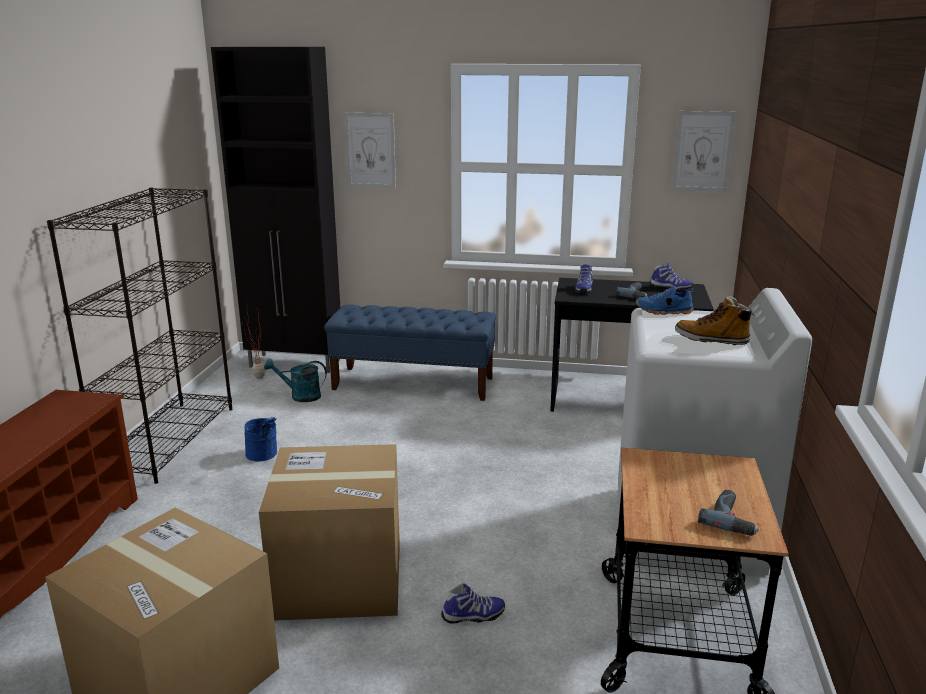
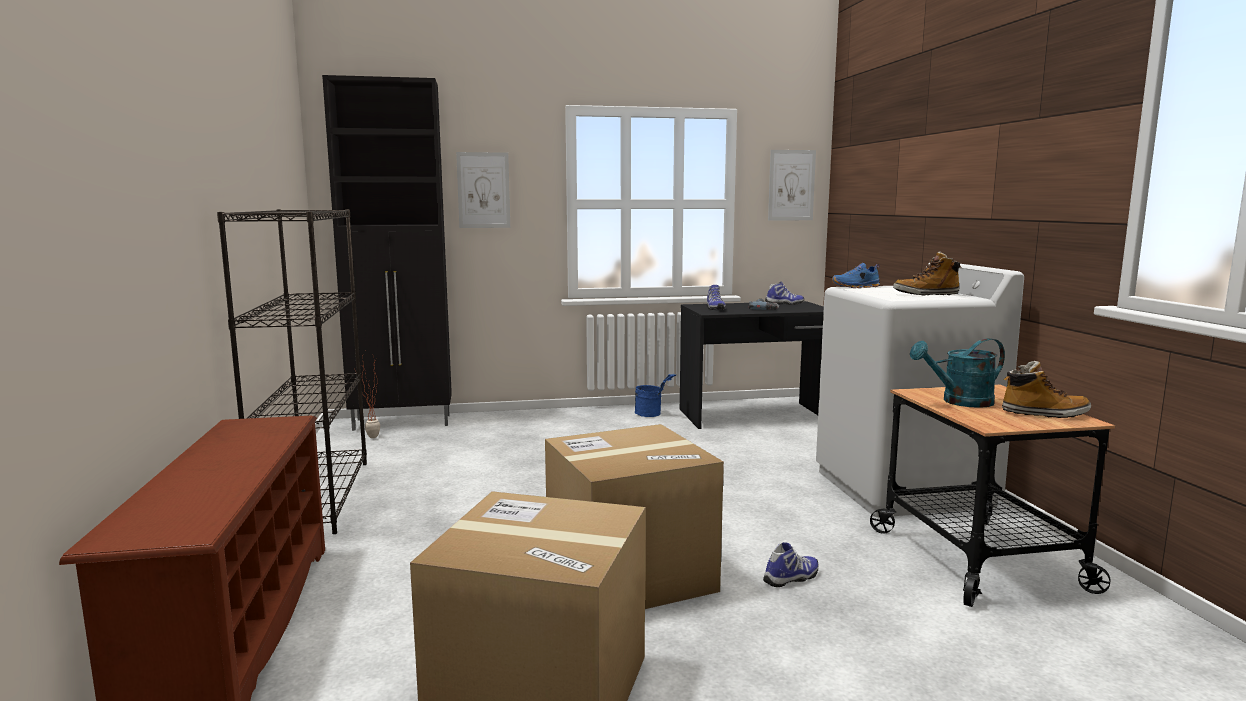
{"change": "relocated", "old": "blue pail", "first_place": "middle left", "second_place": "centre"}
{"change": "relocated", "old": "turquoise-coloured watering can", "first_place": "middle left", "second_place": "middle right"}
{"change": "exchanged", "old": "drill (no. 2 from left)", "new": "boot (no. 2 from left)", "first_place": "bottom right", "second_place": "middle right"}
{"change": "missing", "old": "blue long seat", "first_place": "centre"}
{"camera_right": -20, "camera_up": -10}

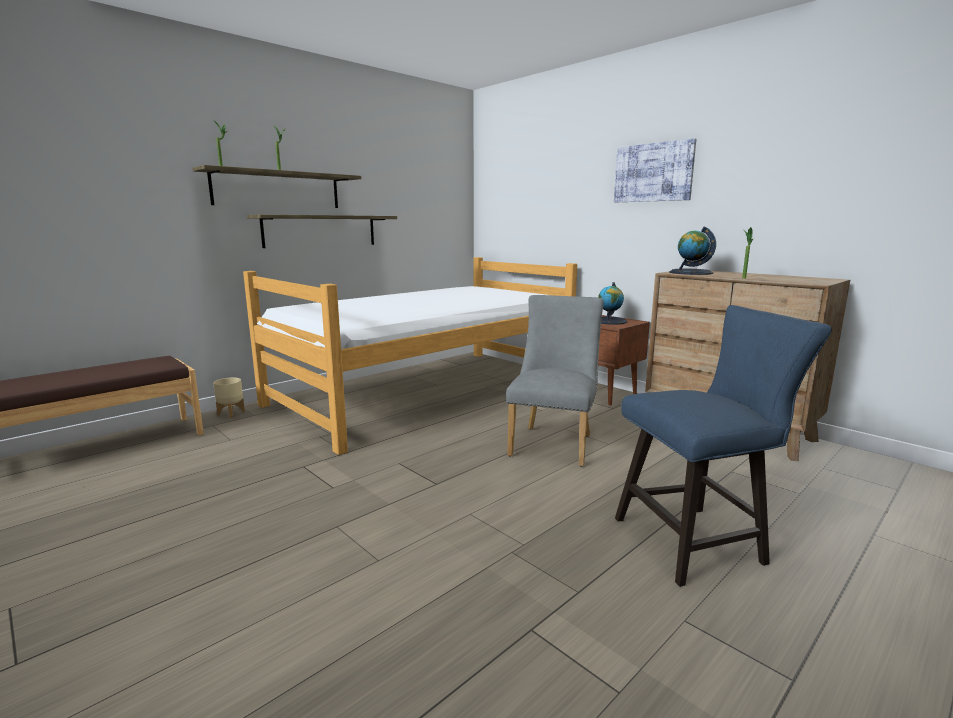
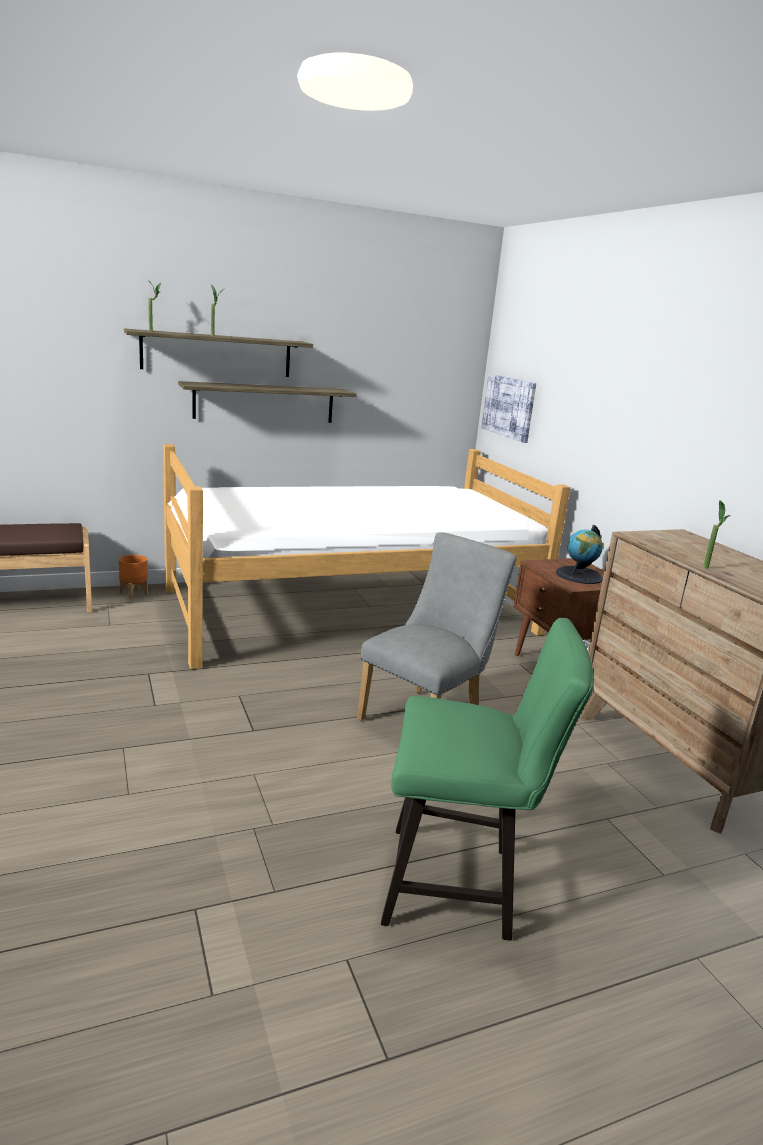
{"change": "colour", "old": "beige-coloured plant pot", "new": "orangey plant pot", "first_place": "middle left", "second_place": "middle left"}
{"change": "colour", "old": "blue plain chair", "new": "greenish plain chair", "first_place": "middle right", "second_place": "bottom centre"}
{"change": "relocated", "old": "wall picture", "first_place": "top right", "second_place": "centre"}
{"change": "missing", "old": "world globe (no. 2 from left)", "first_place": "middle right"}
{"camera_right": 20, "camera_up": 5}

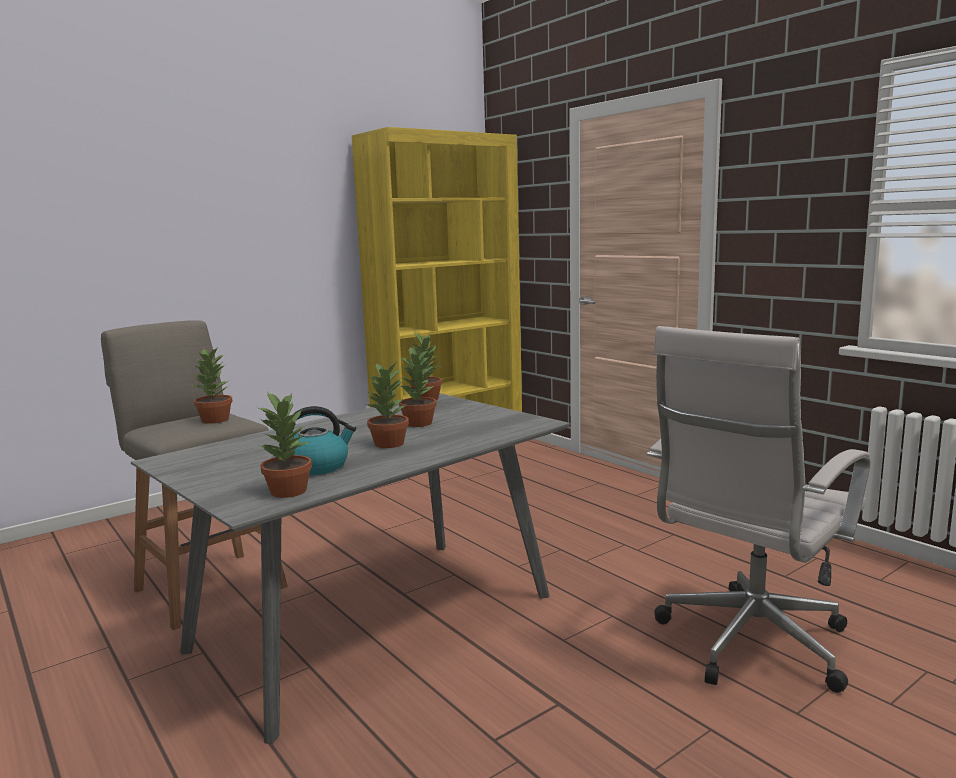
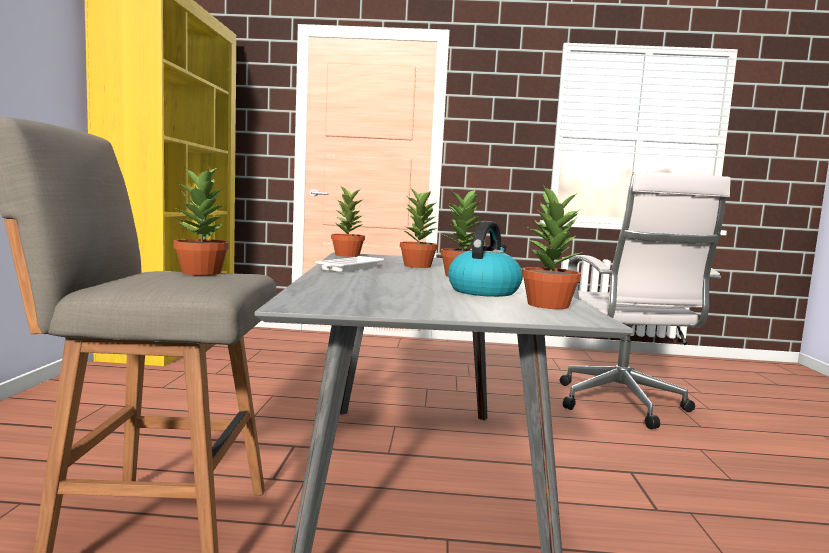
{"change": "appeared", "new": "whitish serving tray", "second_place": "centre"}
{"camera_right": -50, "camera_up": -5}

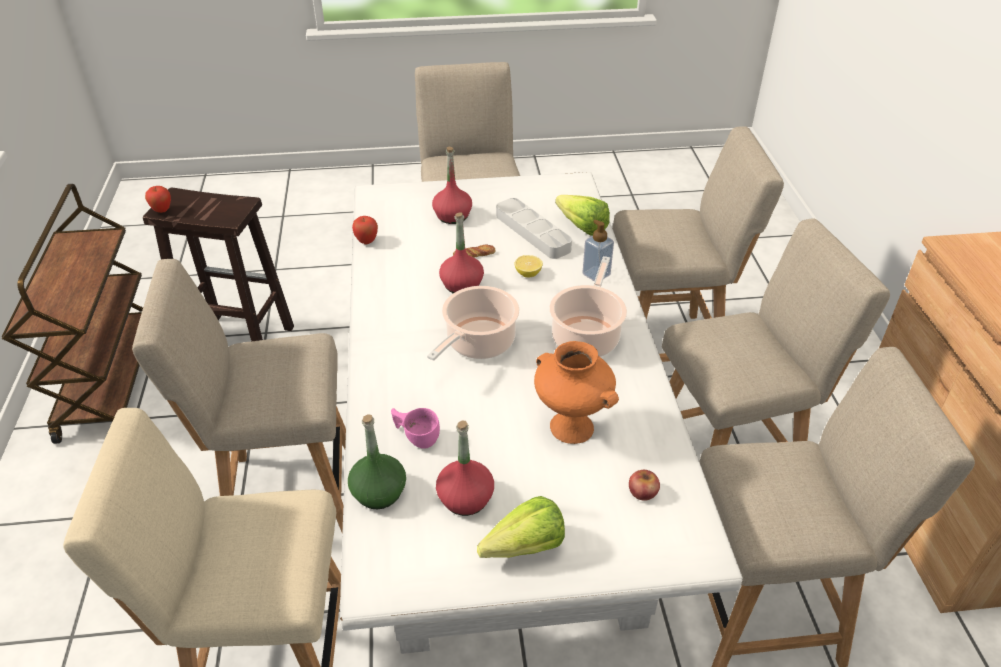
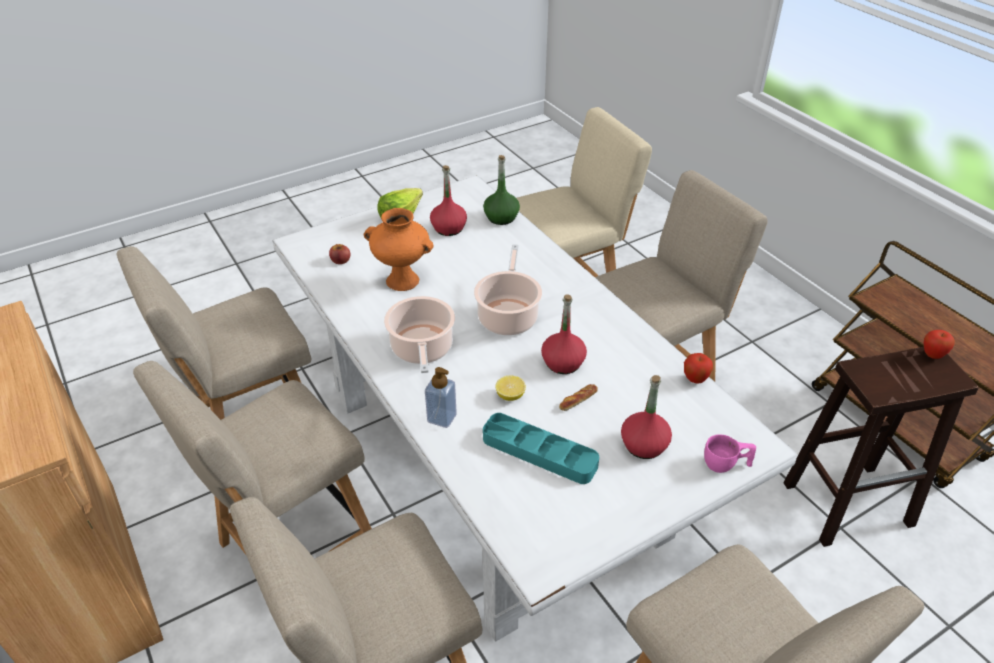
{"change": "colour", "old": "greyish serving tray", "new": "turquoise-coloured serving tray", "first_place": "centre", "second_place": "bottom centre"}
{"change": "relocated", "old": "pink cup", "first_place": "centre", "second_place": "bottom right"}
{"change": "missing", "old": "lettuce (no. 2 from left)", "first_place": "top centre"}
{"camera_right": 155, "camera_up": 0}

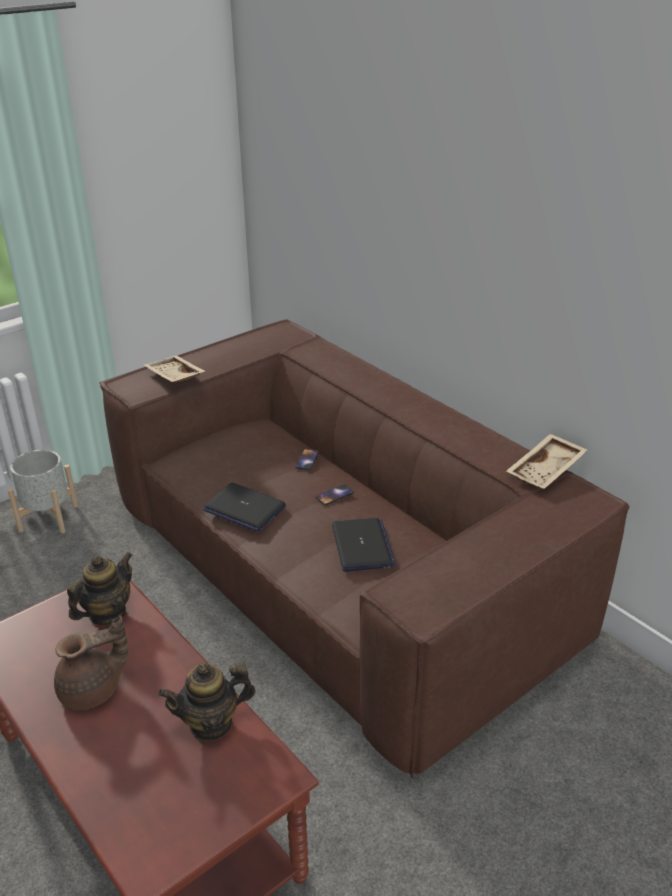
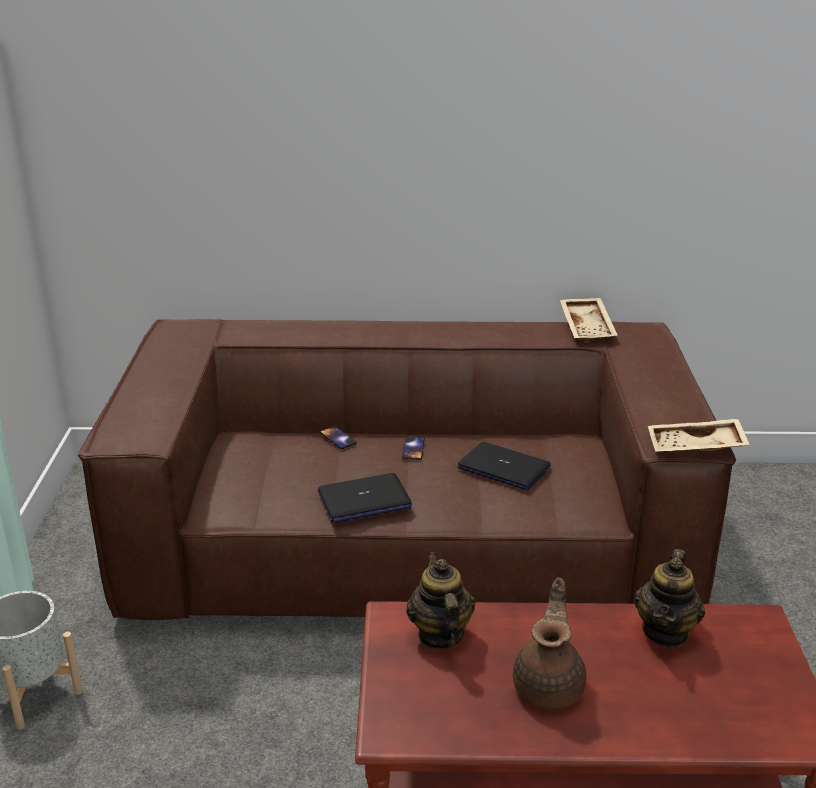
{"change": "relocated", "old": "beige-coloured serving tray (no. 1 from left in the first image)", "new": "beige-coloured serving tray (no. 2 from left)", "first_place": "middle left", "second_place": "middle right"}
{"camera_right": -50, "camera_up": -5}

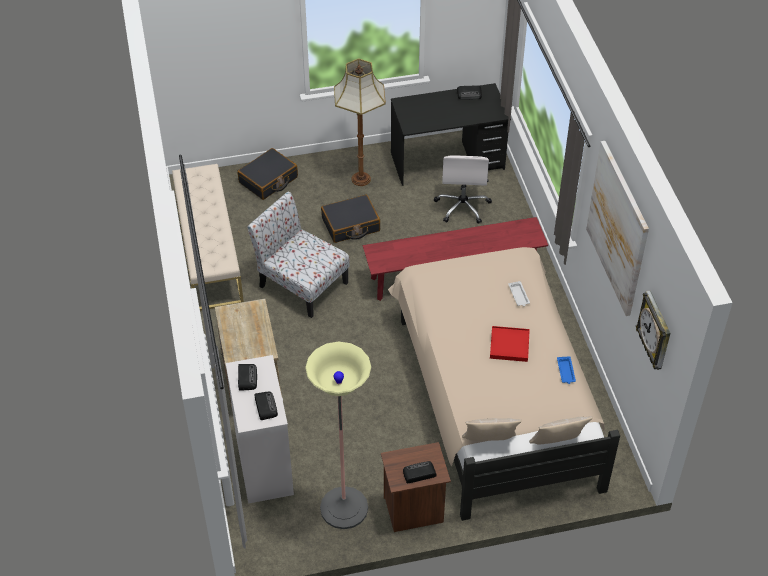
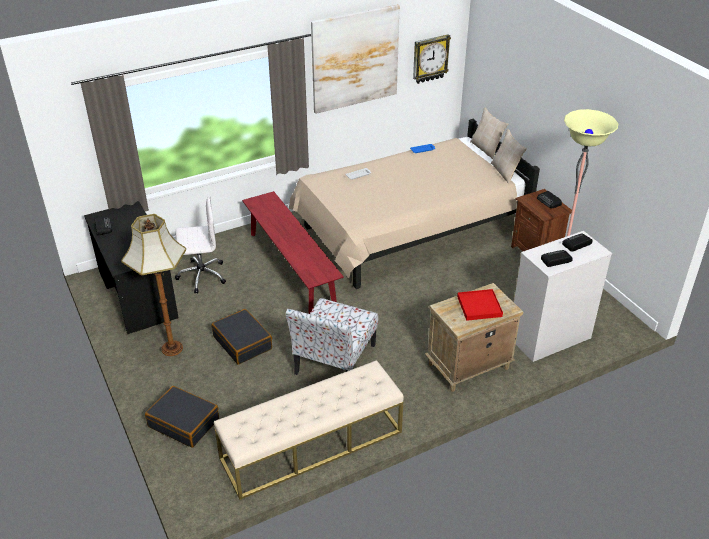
{"change": "relocated", "old": "red-coloured serving tray", "first_place": "centre", "second_place": "middle right"}
{"camera_right": -105, "camera_up": -10}

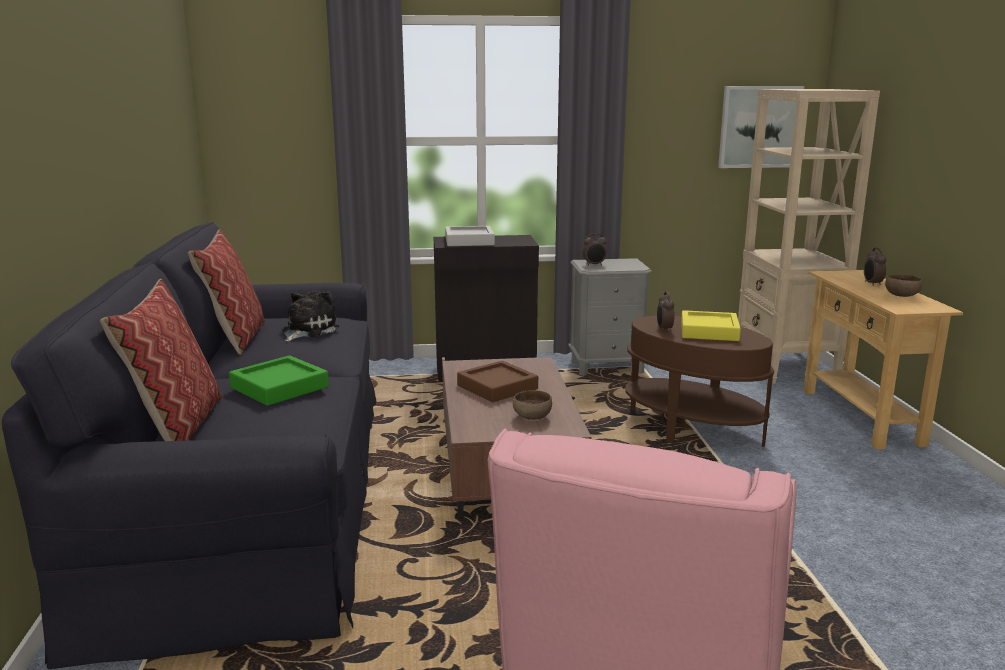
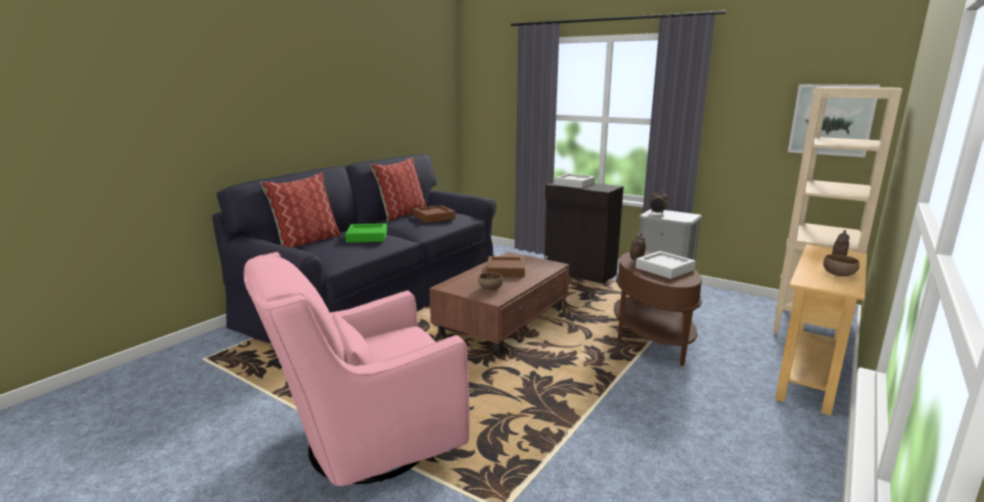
{"change": "exchanged", "old": "cuddly toy", "new": "brownish serving tray (no. 1 from left)", "first_place": "middle left", "second_place": "centre"}
{"change": "colour", "old": "yellow serving tray", "new": "greyish serving tray (no. 2 from left)", "first_place": "middle right", "second_place": "middle right"}
{"camera_right": 40, "camera_up": 0}

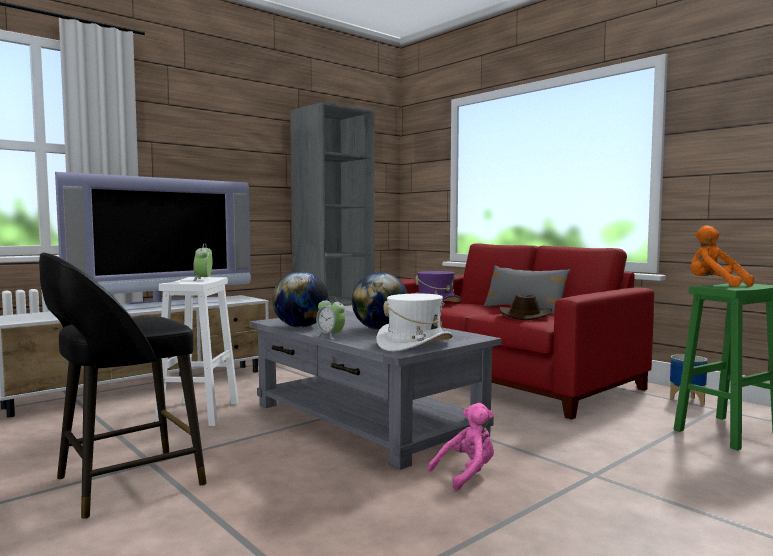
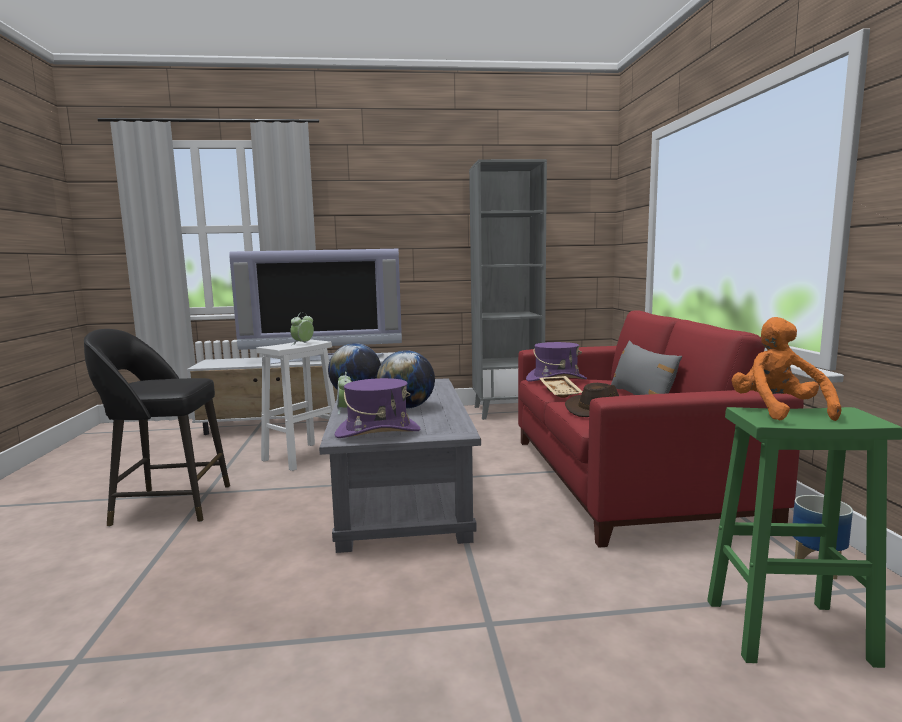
{"change": "colour", "old": "whitish clothing hat", "new": "purplish clothing hat (no. 1 from left)", "first_place": "centre", "second_place": "centre"}
{"change": "appeared", "new": "beige-coloured serving tray", "second_place": "centre"}
{"change": "missing", "old": "pink cuddly toy", "first_place": "bottom centre"}
{"camera_right": 35, "camera_up": 5}

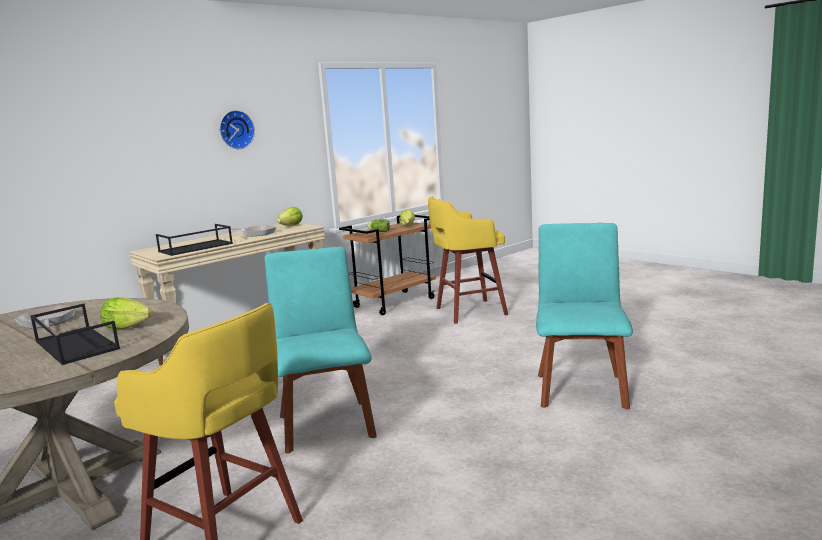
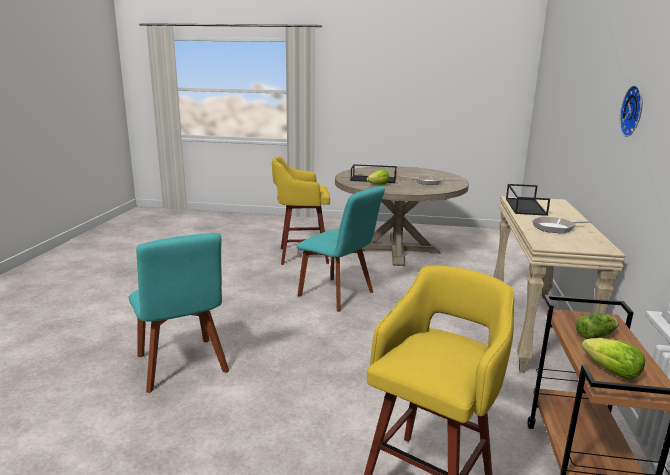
{"change": "missing", "old": "lettuce (no. 2 from left)", "first_place": "centre"}
{"camera_right": 140, "camera_up": 5}

